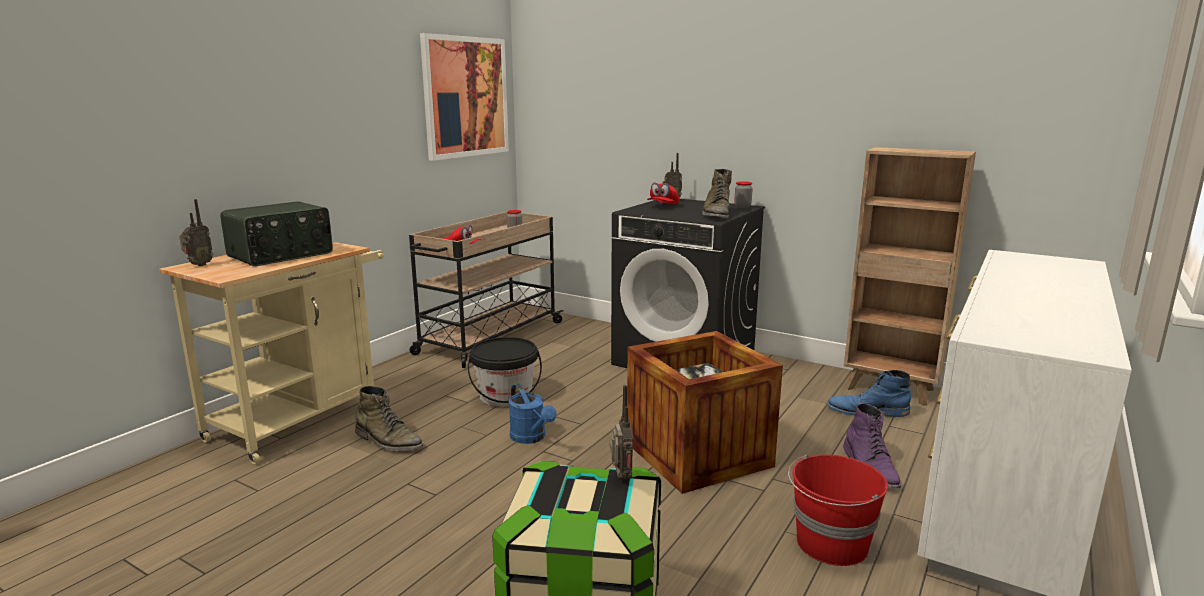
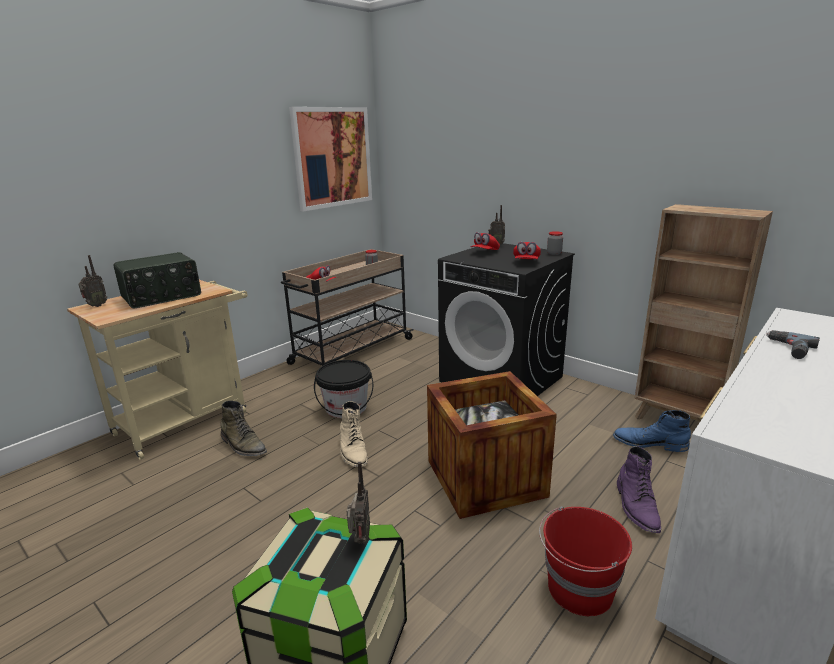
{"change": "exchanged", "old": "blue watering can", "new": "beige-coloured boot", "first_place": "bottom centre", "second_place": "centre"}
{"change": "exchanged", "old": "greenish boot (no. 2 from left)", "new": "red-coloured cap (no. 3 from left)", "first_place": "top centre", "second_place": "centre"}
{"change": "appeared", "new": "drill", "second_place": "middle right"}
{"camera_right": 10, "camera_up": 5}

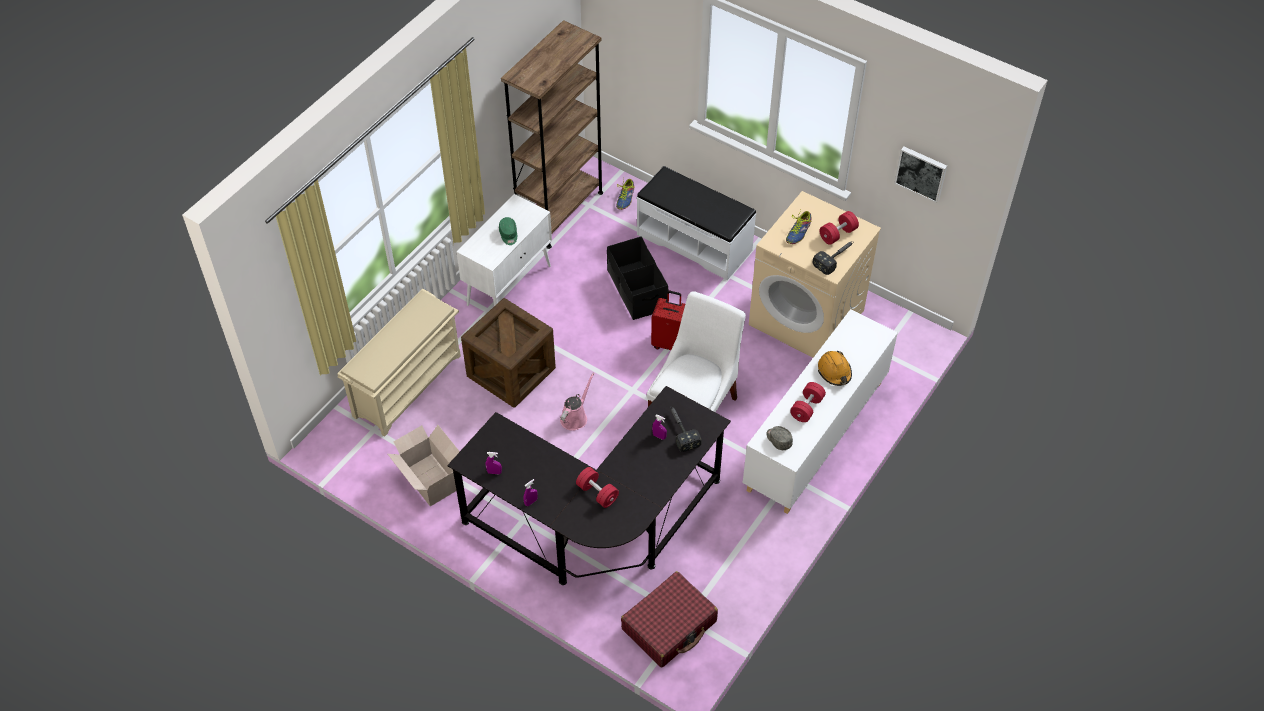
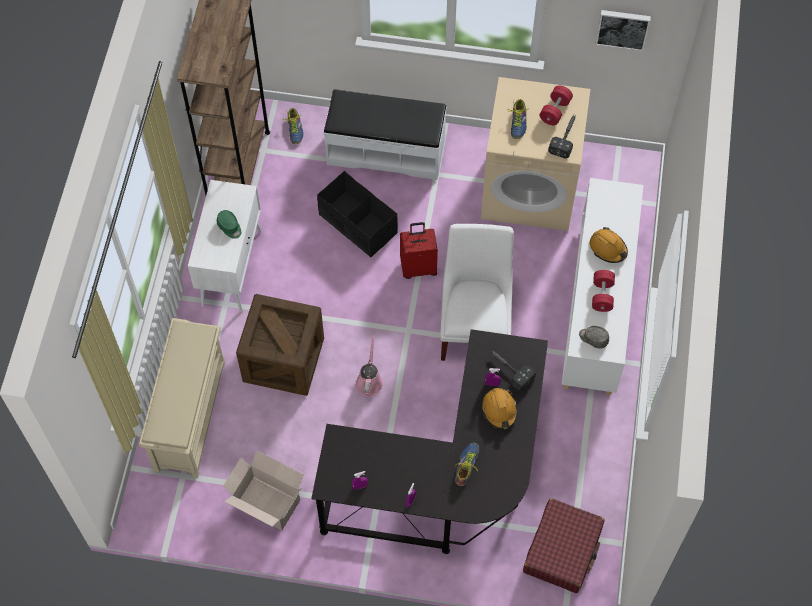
{"change": "exchanged", "old": "red-coloured free weight (no. 1 from left)", "new": "item of footwear (no. 2 from left)", "first_place": "bottom centre", "second_place": "bottom centre"}
{"change": "appeared", "new": "orangey safety helmet (no. 1 from left)", "second_place": "bottom centre"}
{"camera_right": -25, "camera_up": 10}

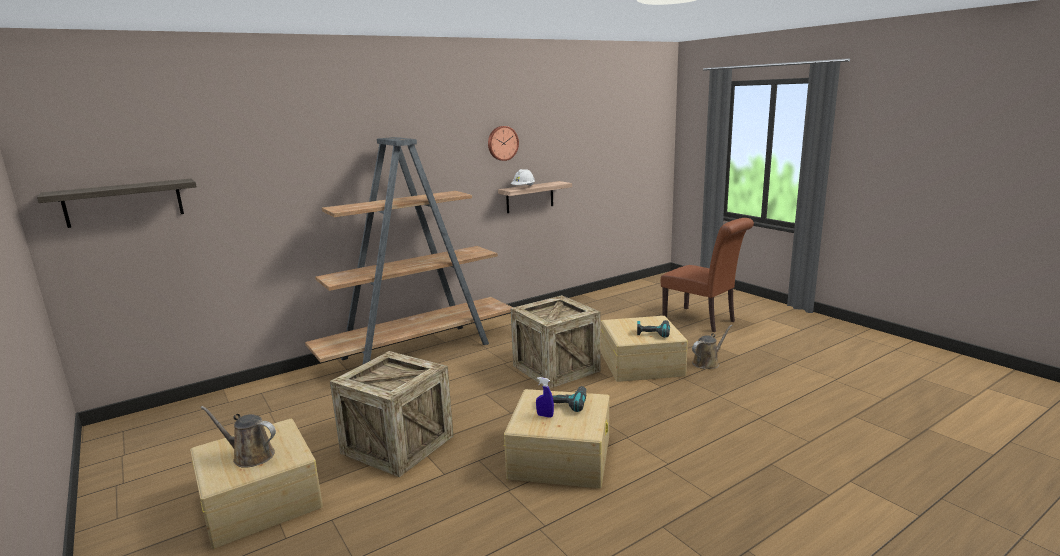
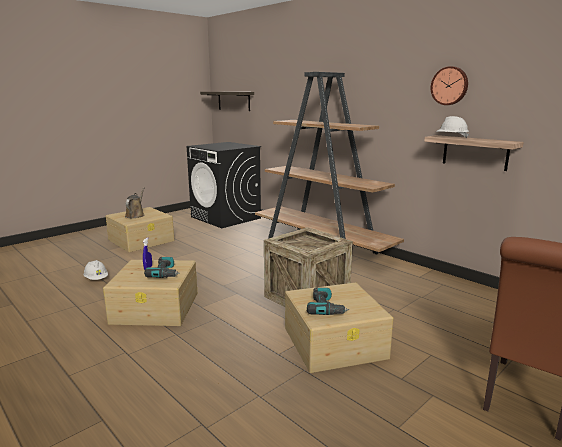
{"change": "appeared", "new": "whitish safety helmet (no. 1 from left)", "second_place": "middle left"}
{"change": "appeared", "new": "black laundry appliance", "second_place": "centre"}
{"change": "missing", "old": "shipping crate (no. 1 from left)", "first_place": "bottom centre"}
{"change": "missing", "old": "brownish watering can (no. 2 from left)", "first_place": "middle right"}
{"camera_right": 80, "camera_up": 0}

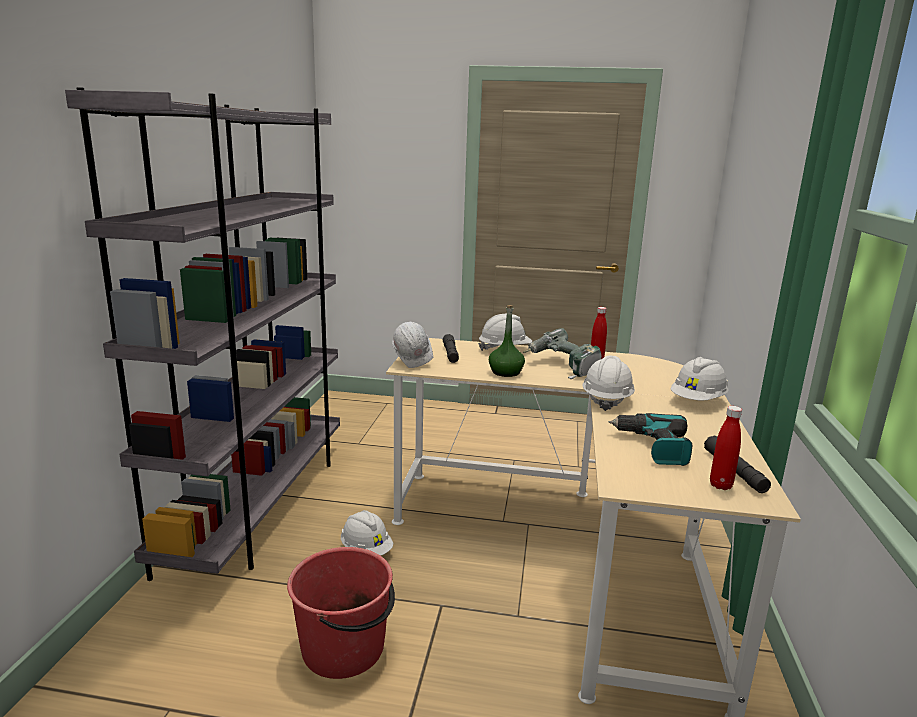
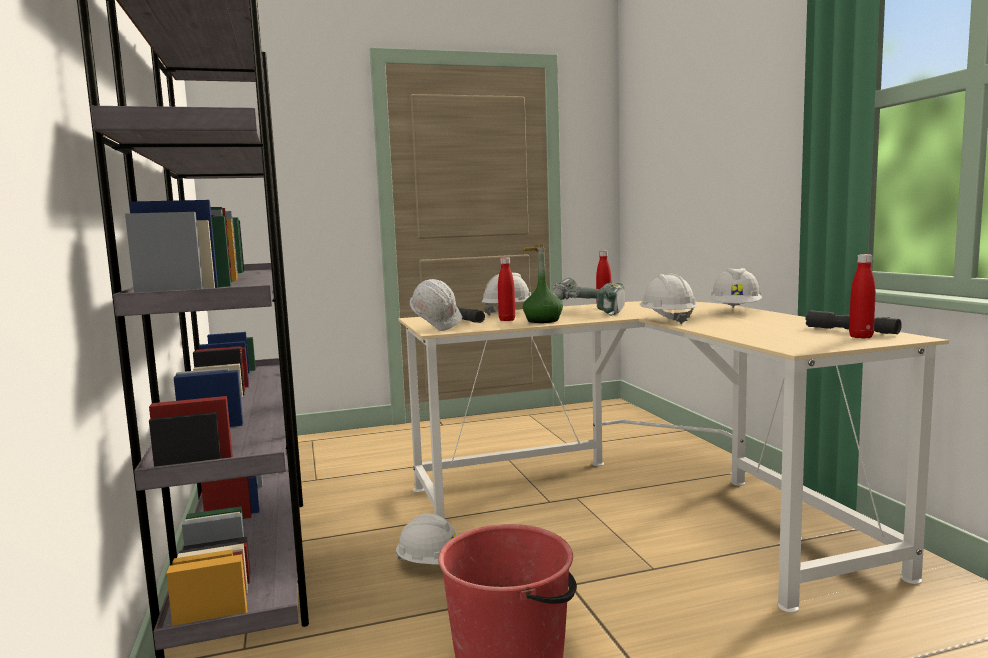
{"change": "appeared", "new": "red-coloured bottle (no. 1 from left)", "second_place": "centre"}
{"change": "missing", "old": "drill (no. 2 from left)", "first_place": "middle right"}
{"camera_right": -25, "camera_up": -10}

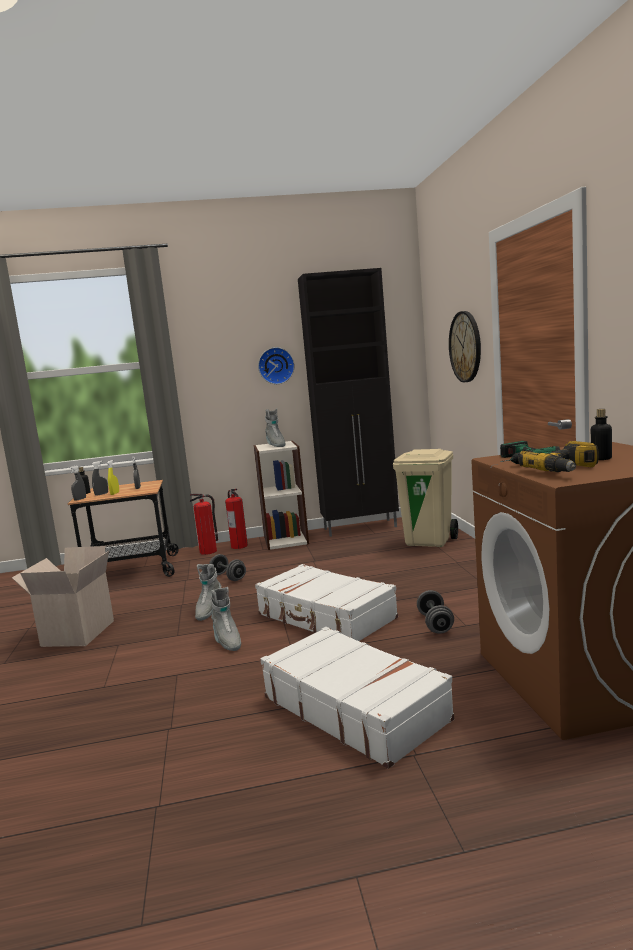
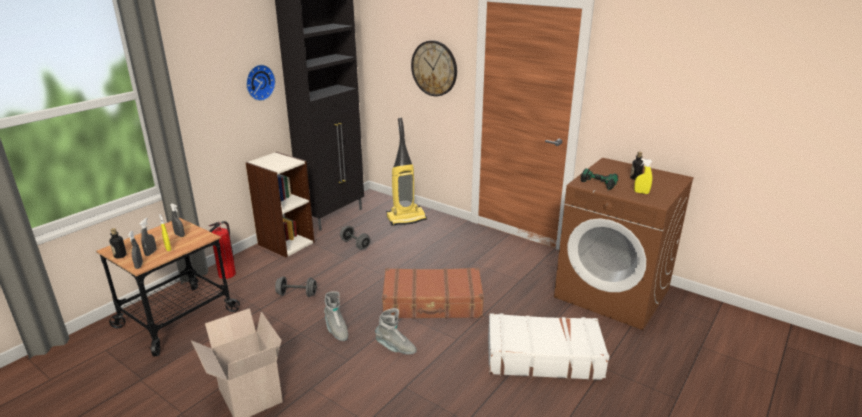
{"change": "relocated", "old": "greyish free weight (no. 2 from left)", "first_place": "middle right", "second_place": "centre"}
{"change": "colour", "old": "whitish suitcase (no. 1 from left)", "new": "brownish suitcase", "first_place": "centre", "second_place": "bottom centre"}
{"change": "exchanged", "old": "beige-coloured waste bin", "new": "vacuum", "first_place": "middle right", "second_place": "centre"}
{"change": "exchanged", "old": "drill (no. 2 from left)", "new": "yellow hand sprayer (no. 2 from left)", "first_place": "middle right", "second_place": "middle right"}
{"change": "missing", "old": "fire extinguisher (no. 2 from left)", "first_place": "centre"}
{"change": "missing", "old": "greyish boot (no. 3 from left)", "first_place": "centre"}
{"camera_right": -45, "camera_up": 15}

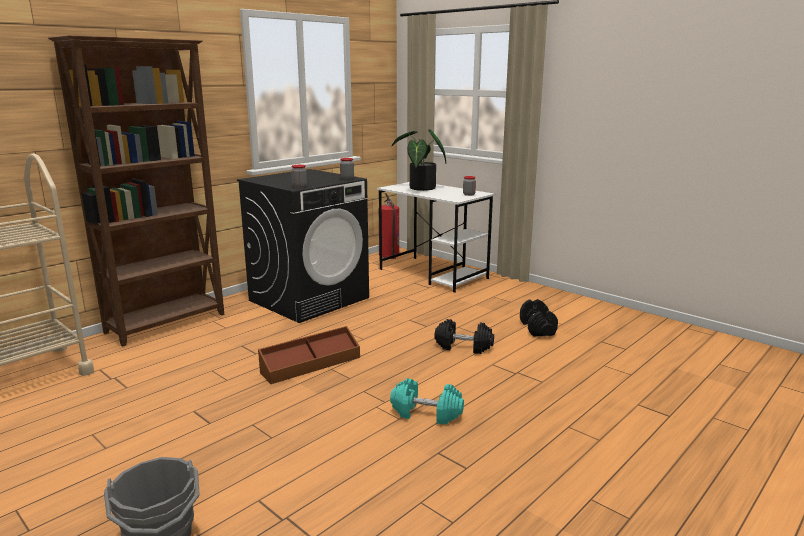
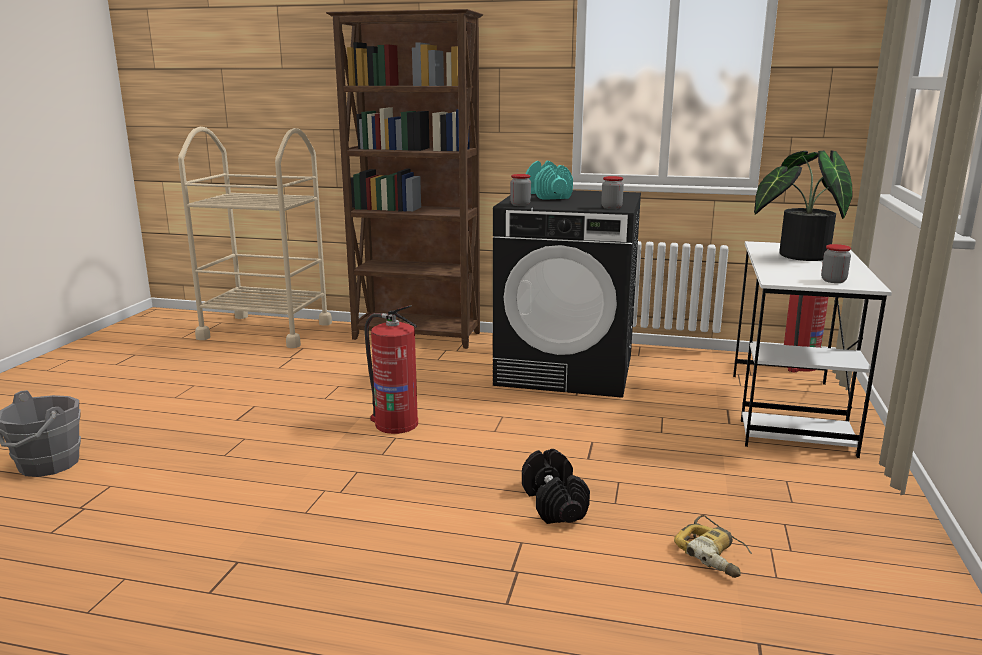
{"change": "exchanged", "old": "brownish storage box", "new": "fire extinguisher (no. 1 from left)", "first_place": "centre", "second_place": "centre"}
{"change": "relocated", "old": "turquoise-coloured free weight", "first_place": "bottom centre", "second_place": "top centre"}
{"change": "exchanged", "old": "black free weight (no. 2 from left)", "new": "drill", "first_place": "middle right", "second_place": "bottom right"}
{"camera_right": 60, "camera_up": 0}

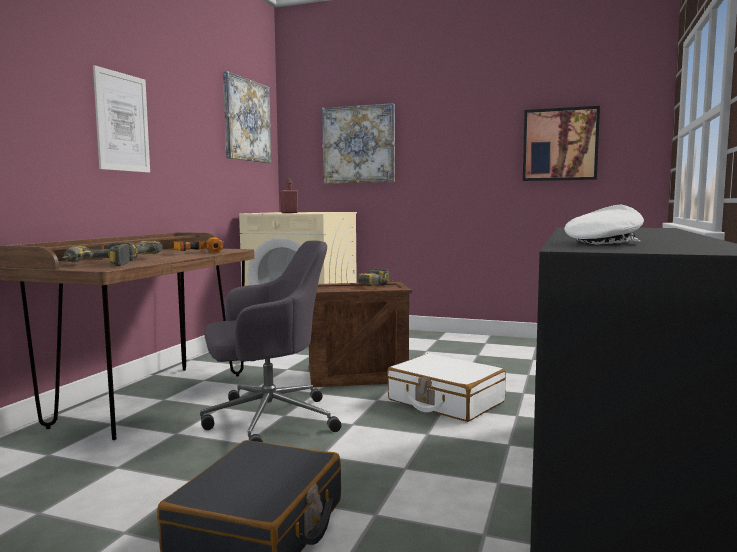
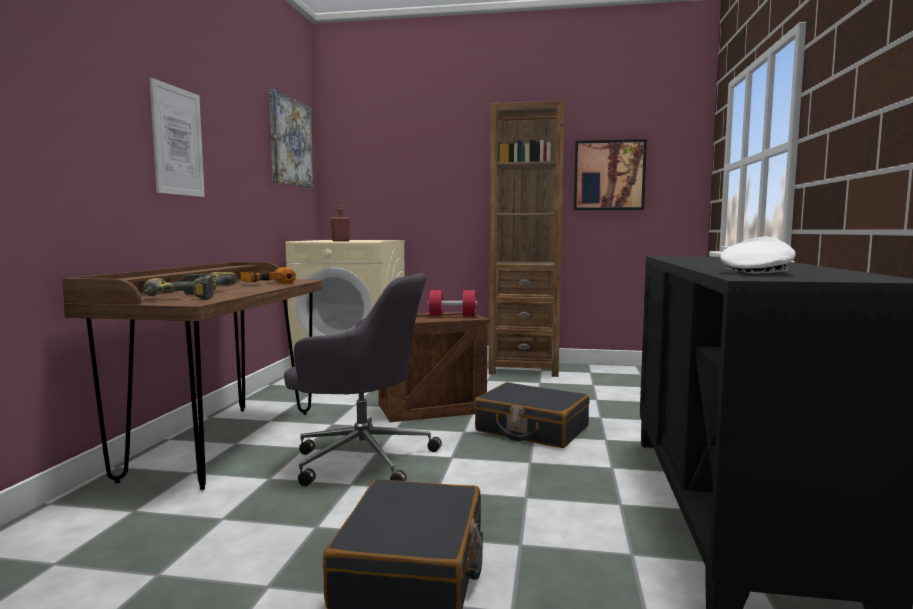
{"change": "spun", "old": "greyish computer chair", "first_place": "centre", "second_place": "centre", "degrees": 45}
{"change": "exchanged", "old": "drill (no. 4 from left)", "new": "red-coloured free weight", "first_place": "centre", "second_place": "centre"}
{"change": "colour", "old": "whitish suitcase", "new": "black suitcase (no. 2 from left)", "first_place": "bottom centre", "second_place": "bottom centre"}
{"change": "appeared", "new": "brownish bookshelf", "second_place": "centre"}
{"change": "missing", "old": "wall picture (no. 3 from left)", "first_place": "top centre"}
{"camera_right": -10, "camera_up": 0}

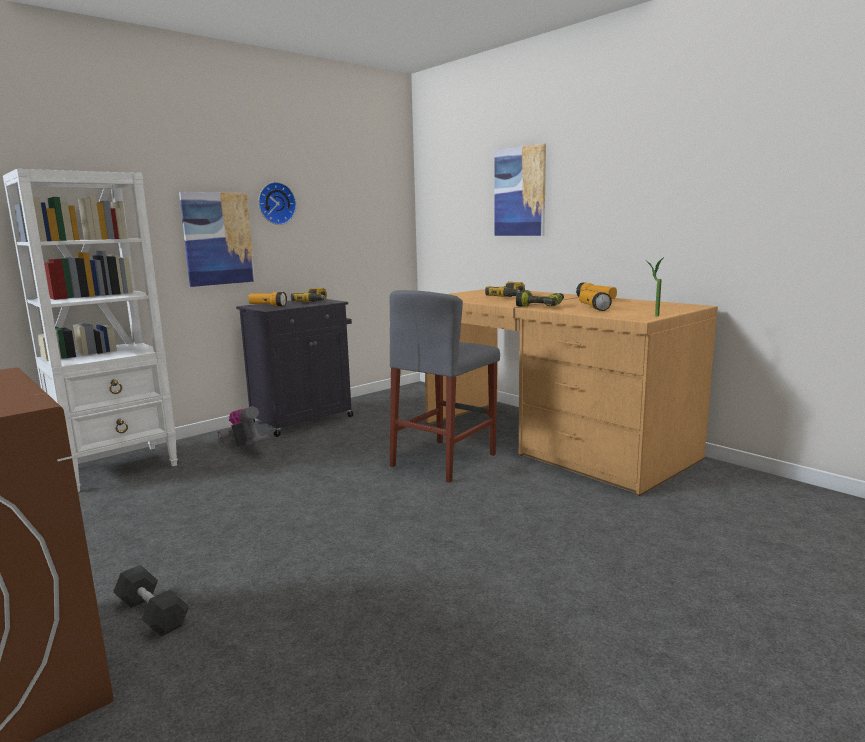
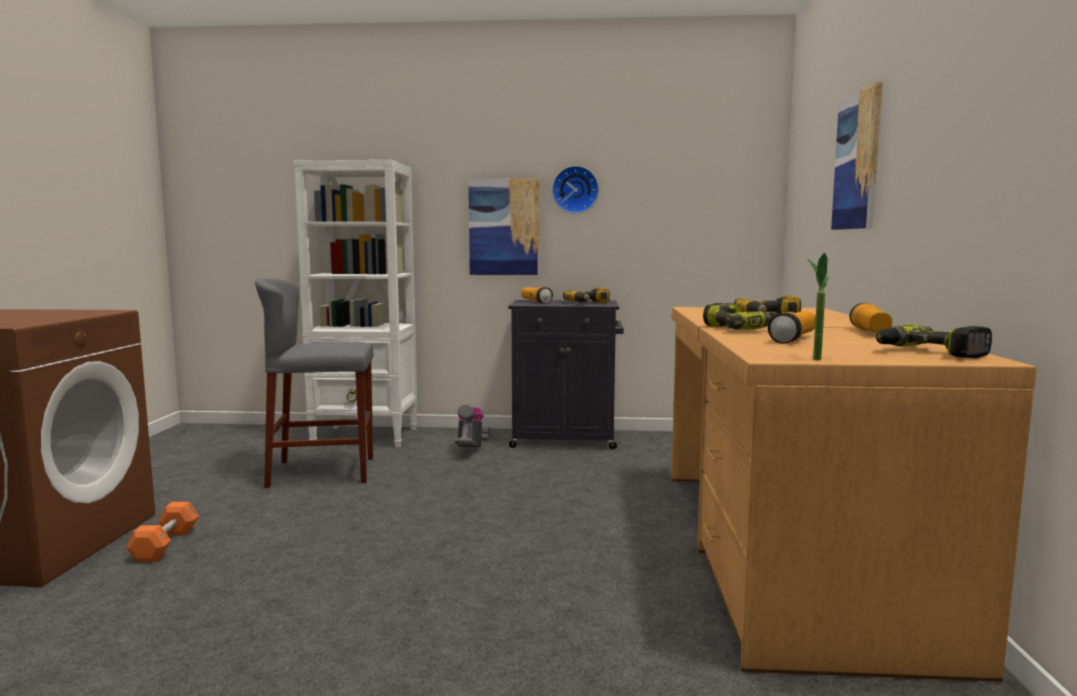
{"change": "colour", "old": "black free weight", "new": "orangey free weight", "first_place": "bottom left", "second_place": "bottom left"}
{"change": "relocated", "old": "greyish sitting stool", "first_place": "centre", "second_place": "middle left"}
{"change": "appeared", "new": "drill (no. 4 from left)", "second_place": "middle right"}
{"camera_right": 45, "camera_up": -5}

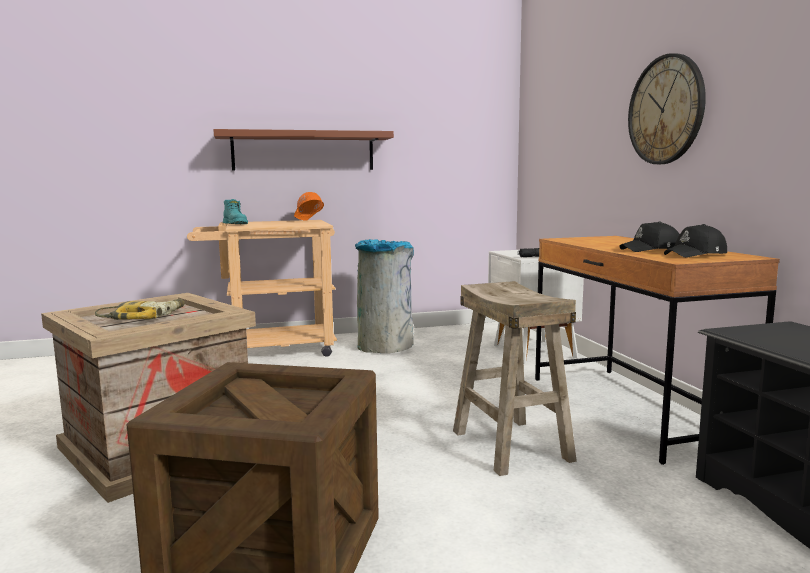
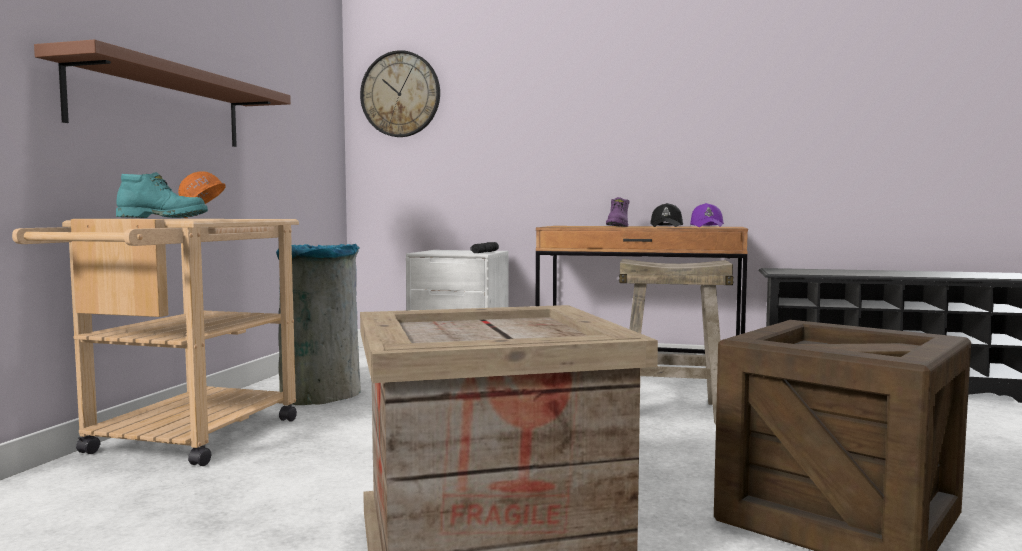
{"change": "relocated", "old": "hanging clock", "first_place": "top right", "second_place": "top centre"}
{"change": "appeared", "new": "purplish boot", "second_place": "centre"}
{"change": "colour", "old": "black cap (no. 2 from left)", "new": "purplish cap", "first_place": "middle right", "second_place": "middle right"}
{"change": "missing", "old": "drill", "first_place": "middle left"}
{"camera_right": -60, "camera_up": -5}

